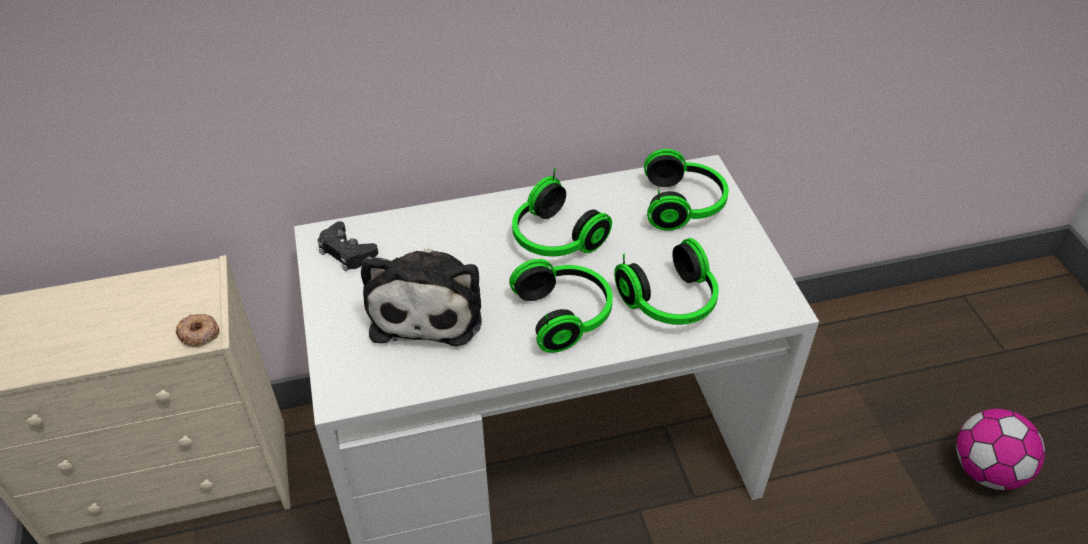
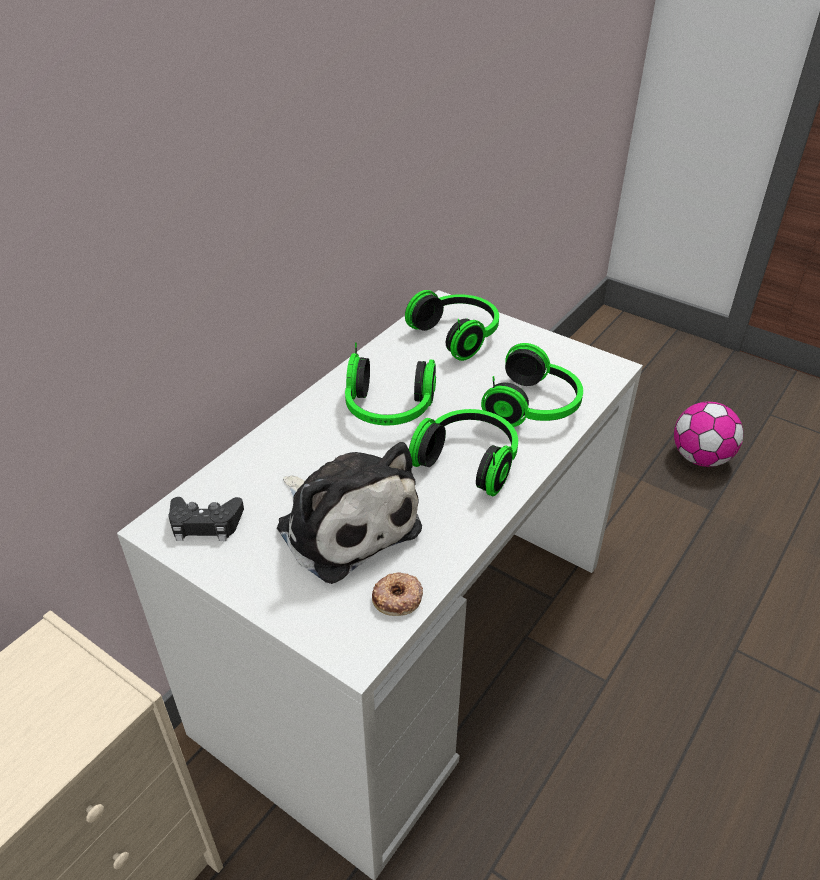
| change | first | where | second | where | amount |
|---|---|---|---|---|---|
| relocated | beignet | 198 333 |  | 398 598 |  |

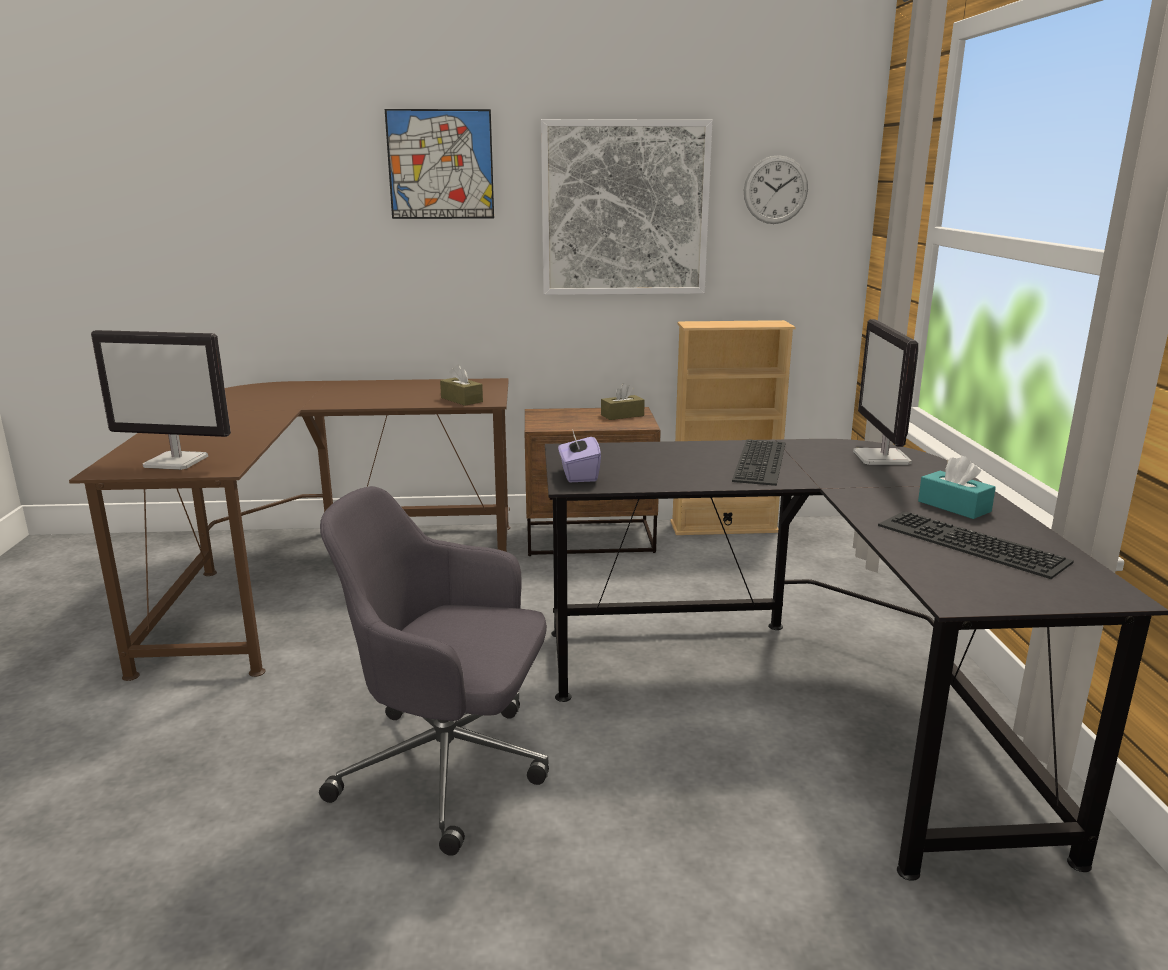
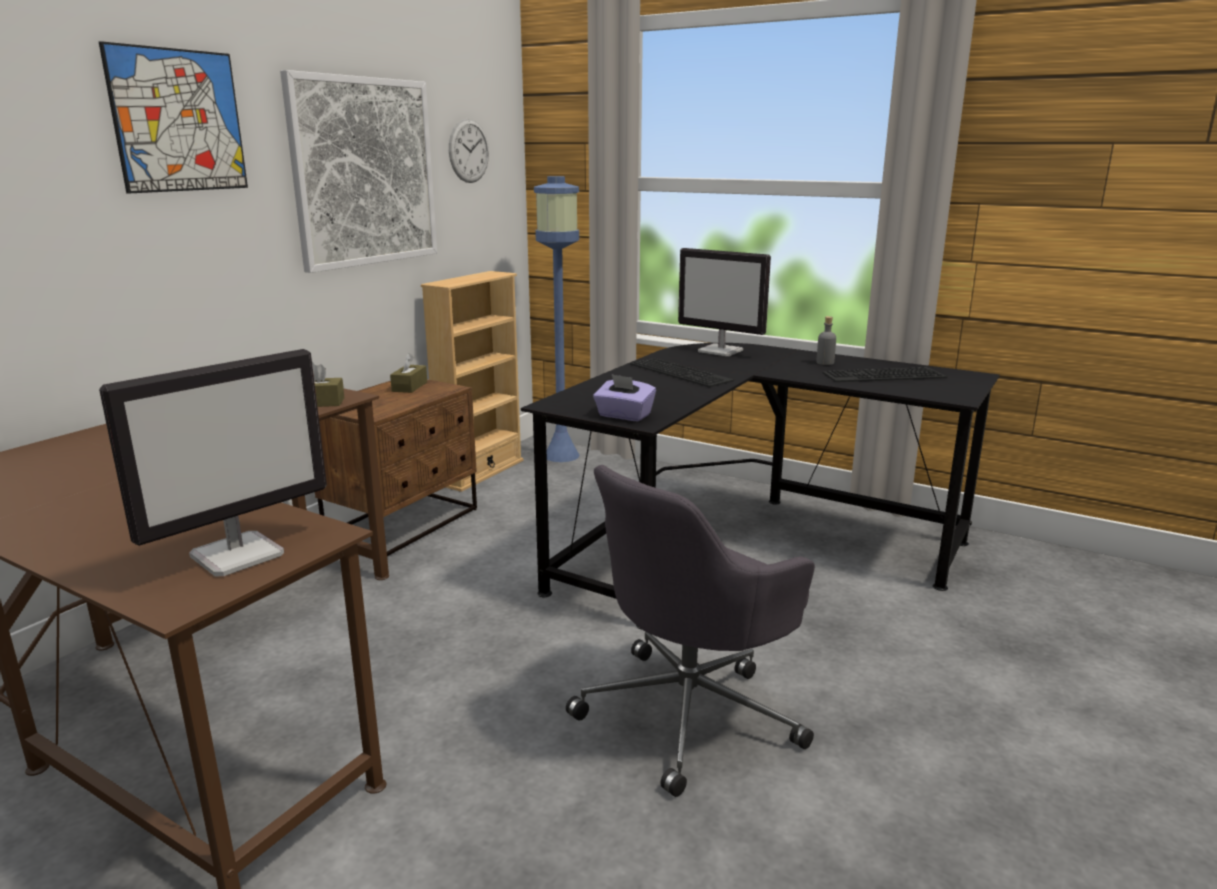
| change | first | where | second | where | amount |
|---|---|---|---|---|---|
| exchanged | boîte à mouchoirs [turquoise] | 954 506 | bouteille [gris] | 825 363 |  |
| appeared |  |  | lampadaire [bleu] | 562 456 |  |

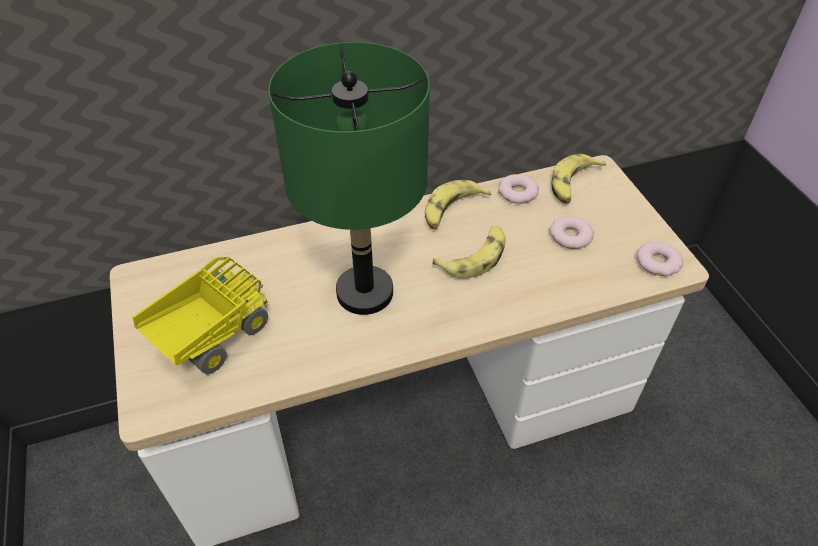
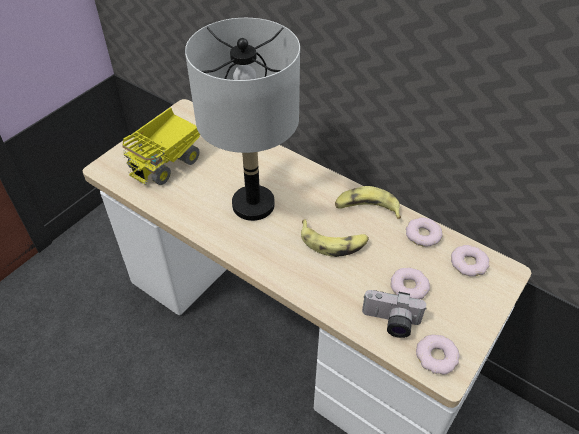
| change | first | where | second | where | amount |
|---|---|---|---|---|---|
| colour | lampe de table [vert] | 365 292 | lampe de table [gris] | 253 205 |  |
| exchanged | banane | 573 184 | beignet | 468 263 |  |
| spun | camion jouet | 211 337 |  | 168 161 | 120 degrees clockwise |
| appeared |  |  | appareil photo | 390 323 |  |

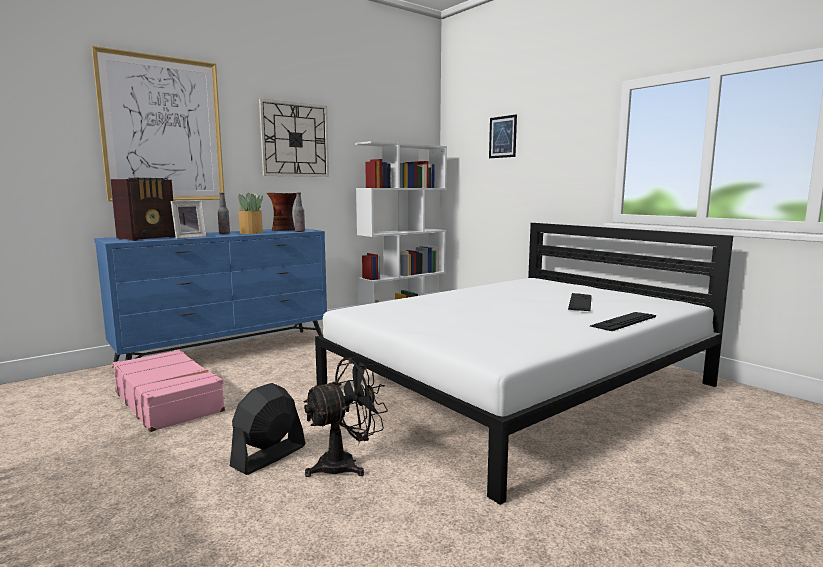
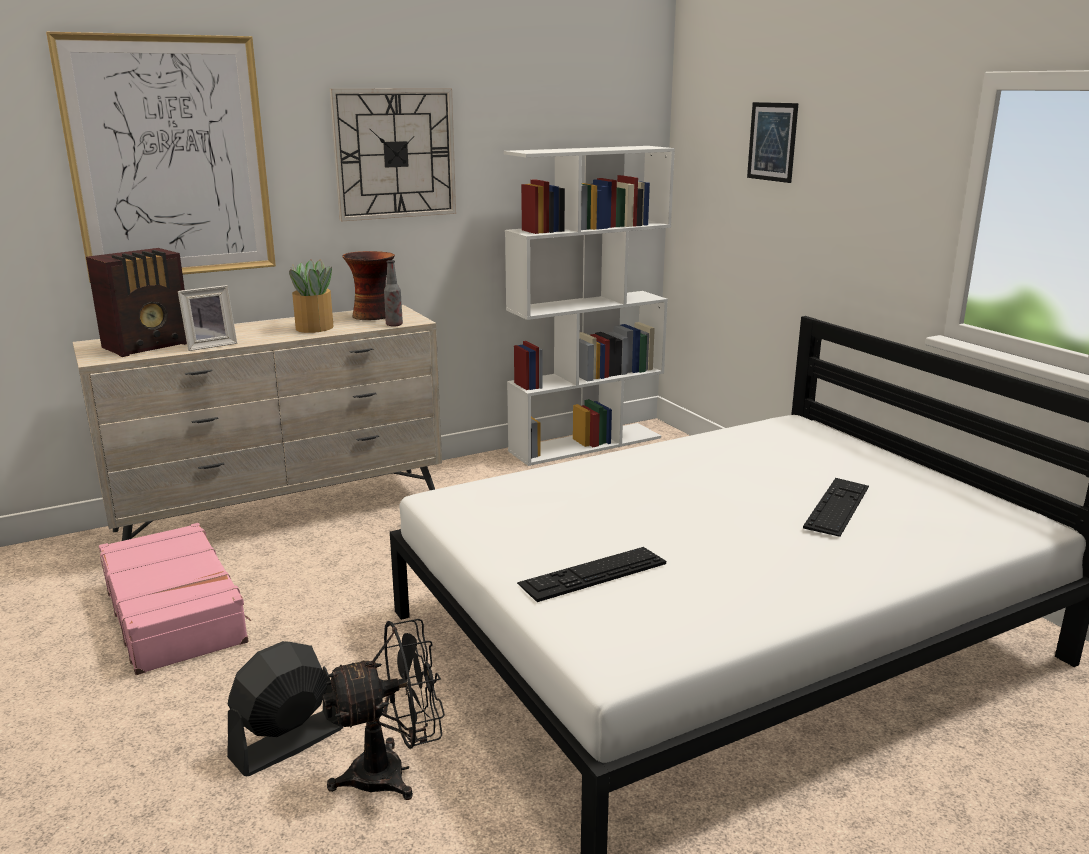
| change | first | where | second | where | amount |
|---|---|---|---|---|---|
| missing | bouteille | 224 233 |  |  |  |
| colour | commode [bleu] | 227 353 | commode [beige] | 283 514 |  |
| relocated | clavier | 624 321 |  | 593 573 |  |

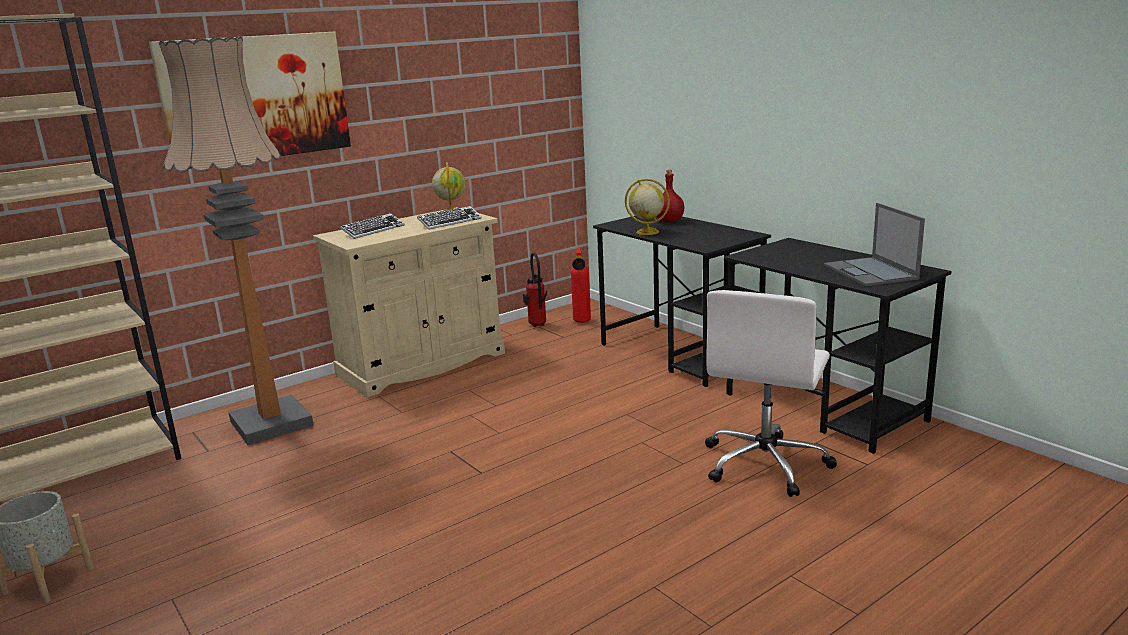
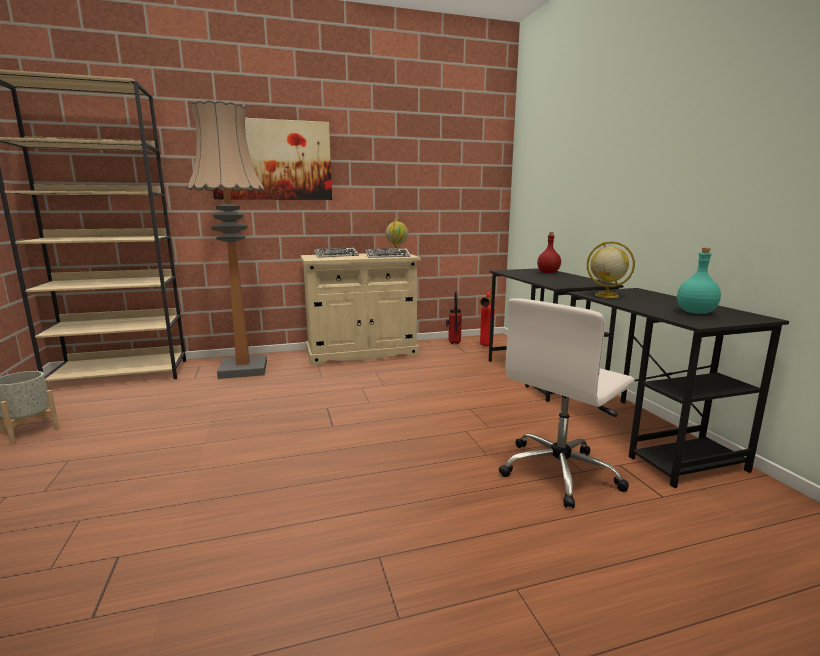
| change | first | where | second | where | amount |
|---|---|---|---|---|---|
| relocated | globe | 646 232 |  | 606 295 |  |
| exchanged | ordinateur portable | 871 272 | bouteille [turquoise] | 696 312 |  |

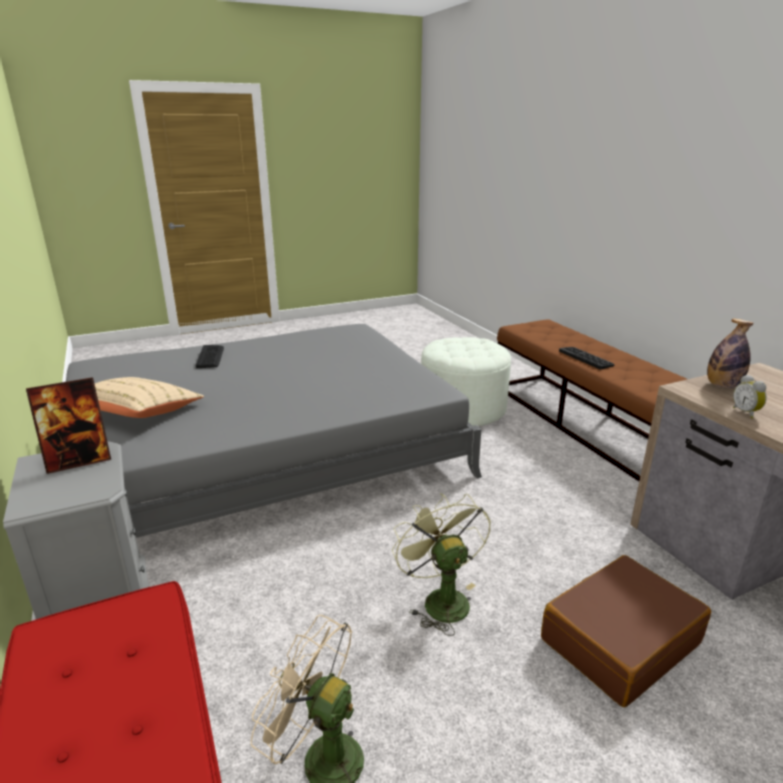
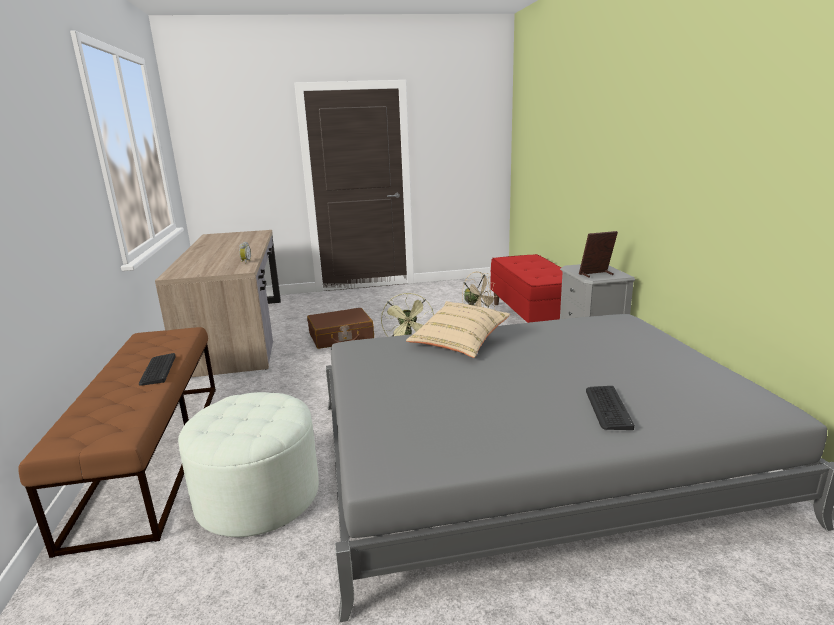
| change | first | where | second | where | amount |
|---|---|---|---|---|---|
| missing | bouteille | 722 385 |  |  |  |
| relocated | coussin [beige] | 140 414 |  | 458 342 |  |

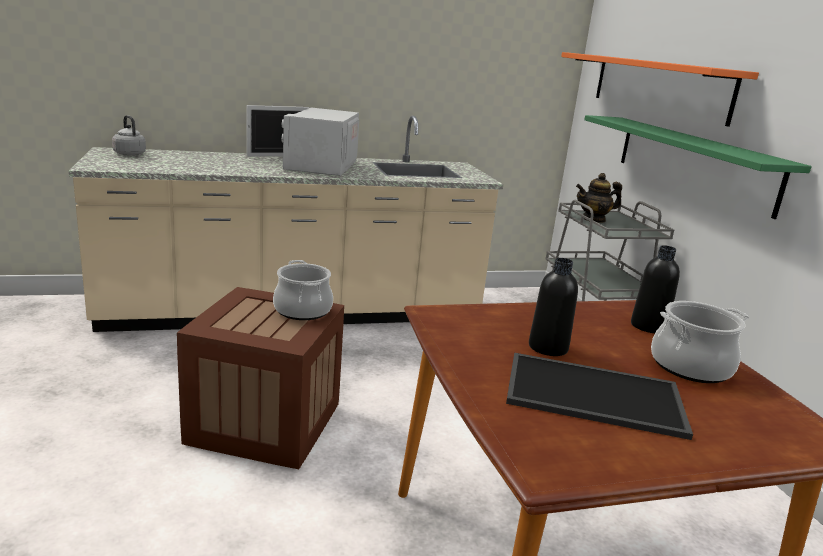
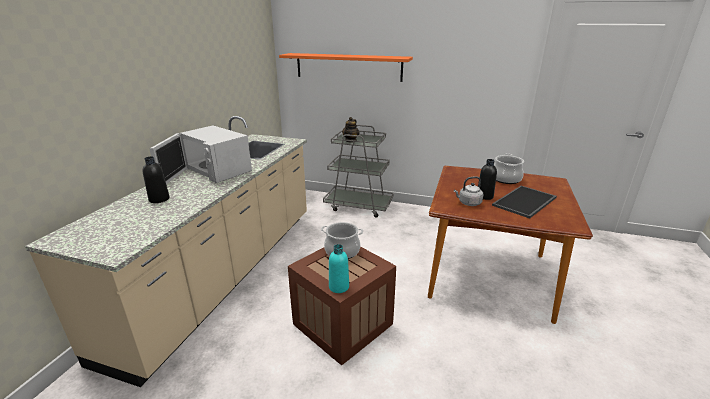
| change | first | where | second | where | amount |
|---|---|---|---|---|---|
| relocated | bouilloire [gris] | 129 154 |  | 468 203 |  |
| missing | étagère [vert] | 692 161 |  |  |  |
| relocated | bouteille [noir] | 648 326 |  | 159 199 |  |
| appeared |  |  | bouteille [turquoise] | 339 287 |  |

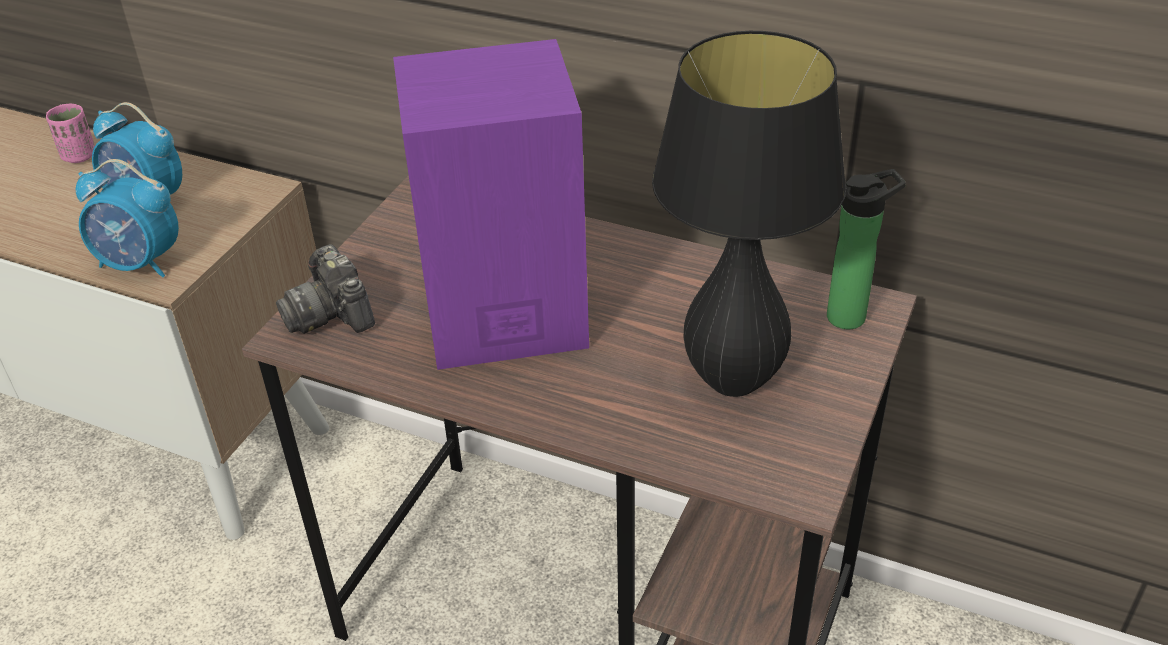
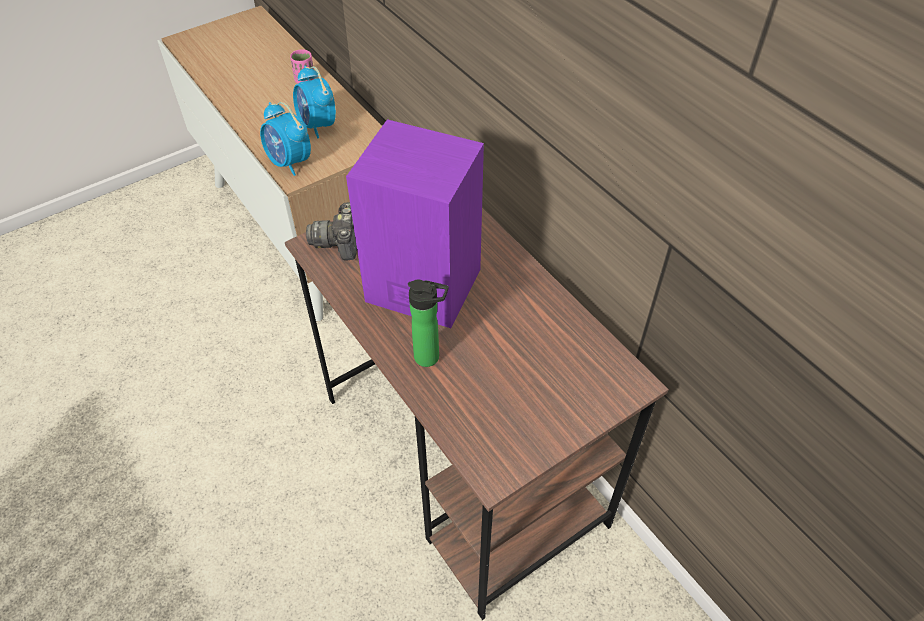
| change | first | where | second | where | amount |
|---|---|---|---|---|---|
| missing | lampe de table [noir] | 733 381 |  |  |  |
| relocated | bouteille | 852 316 |  | 430 358 |  |

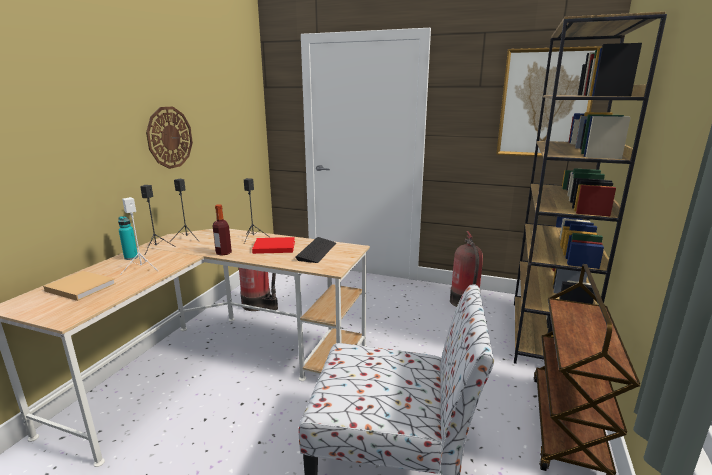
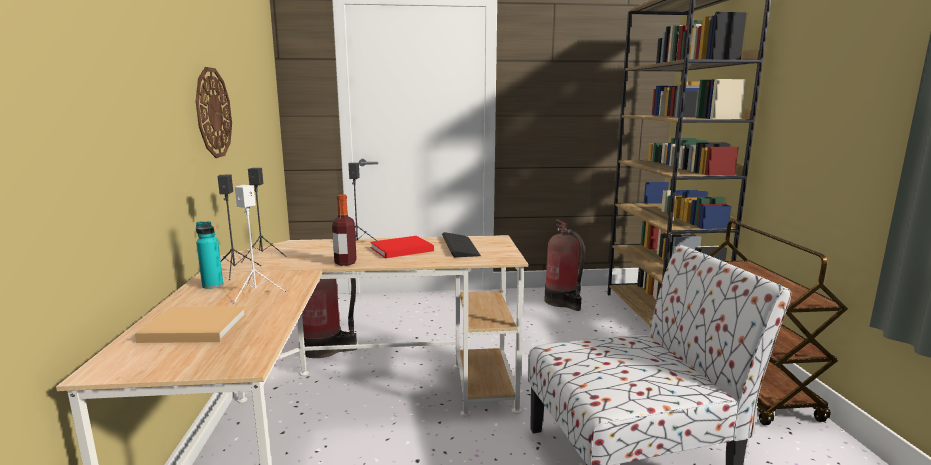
| change | first | where | second | where | amount |
|---|---|---|---|---|---|
| missing | tableau | 545 104 |  |  |  |

